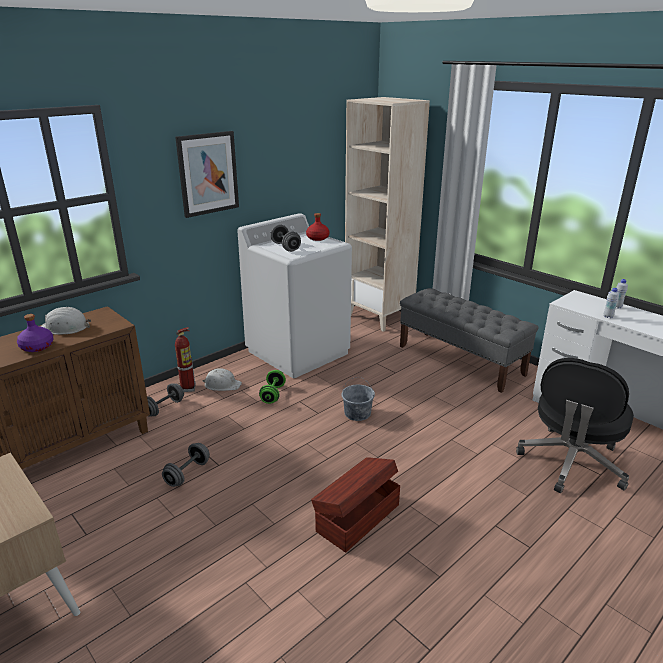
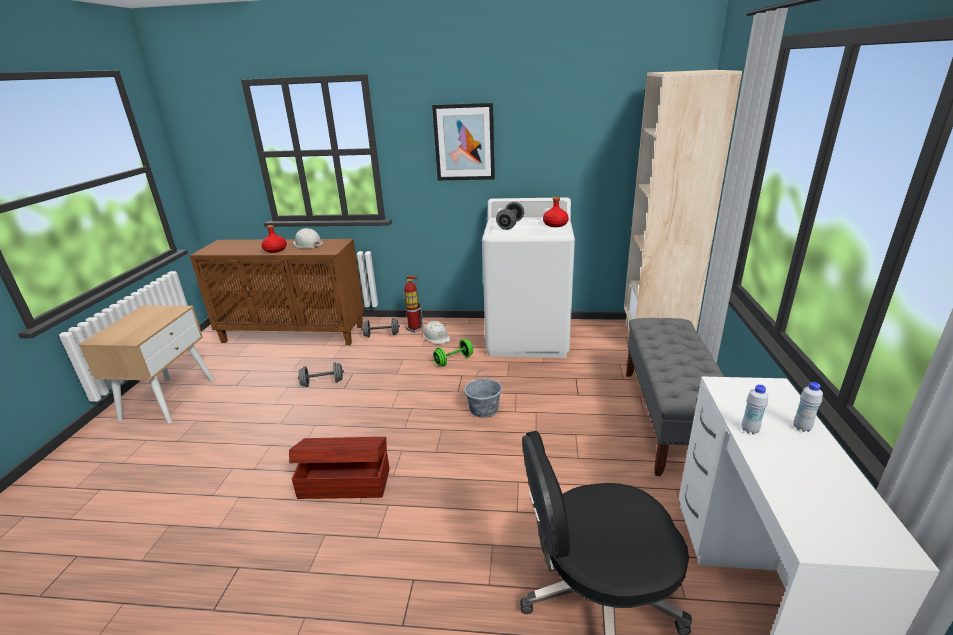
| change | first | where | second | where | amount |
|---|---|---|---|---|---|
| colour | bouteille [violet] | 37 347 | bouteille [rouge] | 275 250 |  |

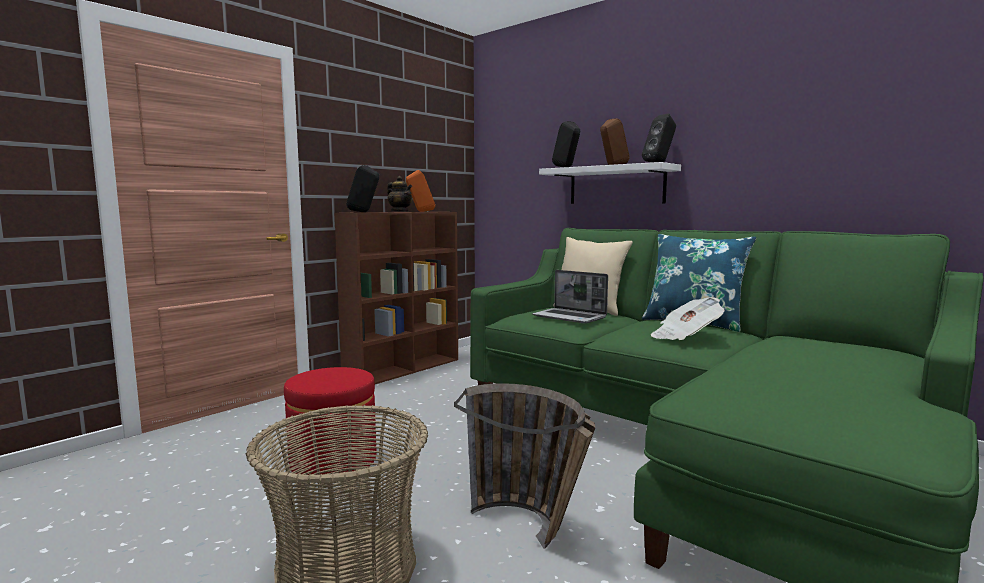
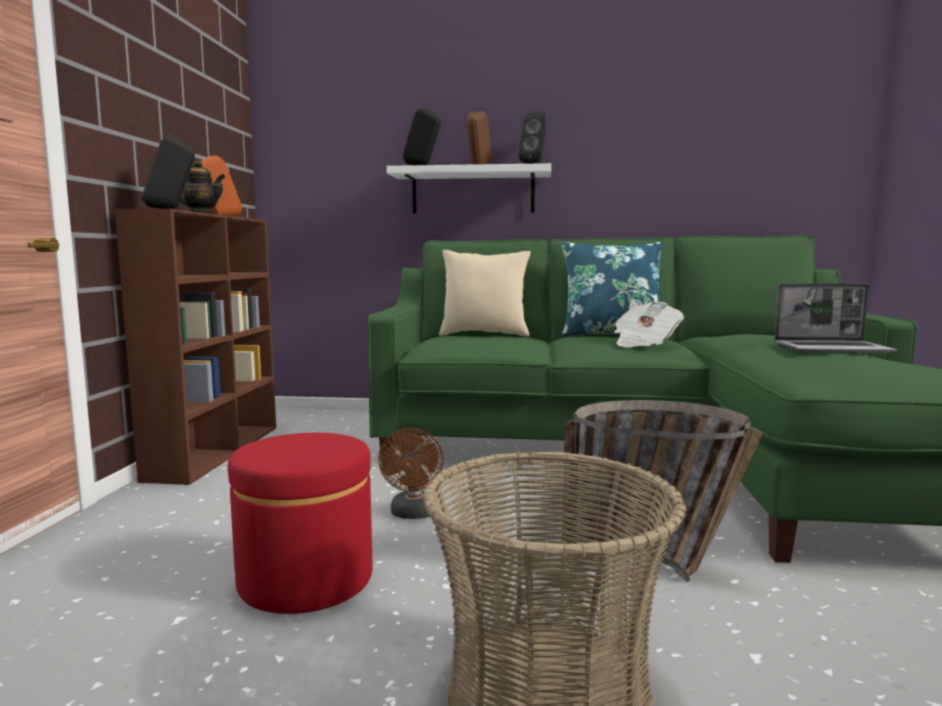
| change | first | where | second | where | amount |
|---|---|---|---|---|---|
| relocated | ordinateur portable | 570 317 |  | 832 349 |  |
| appeared |  |  | ventilateur [marron] | 413 514 |  |

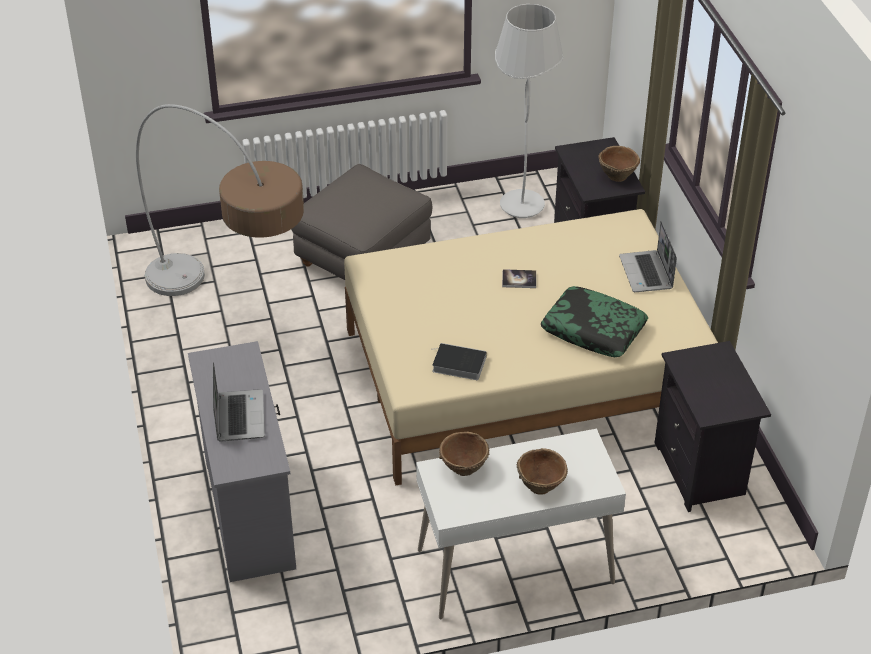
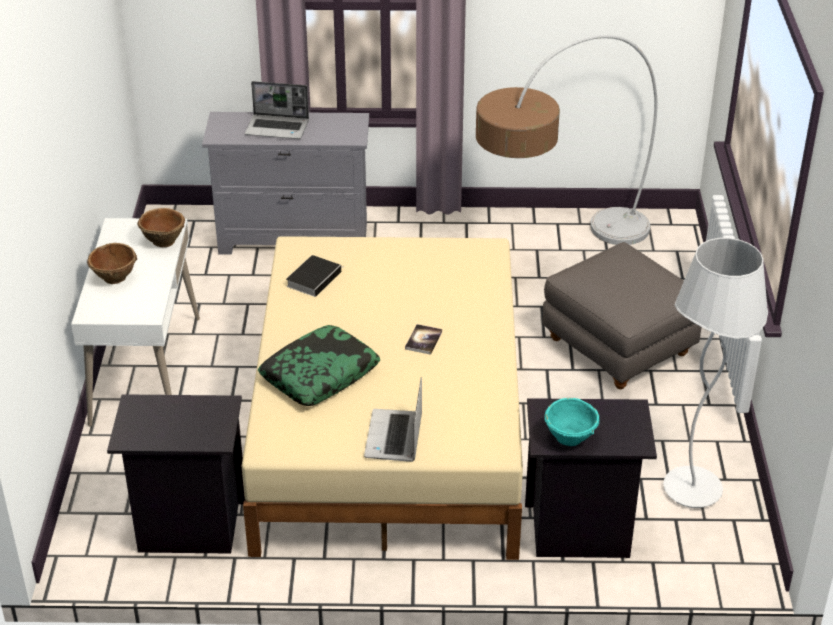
| change | first | where | second | where | amount |
|---|---|---|---|---|---|
| colour | bol [marron] | 617 175 | bol [turquoise] | 570 438 |  |
| spun | ordinateur portable | 647 273 |  | 395 437 | 90 degrees counterclockwise |

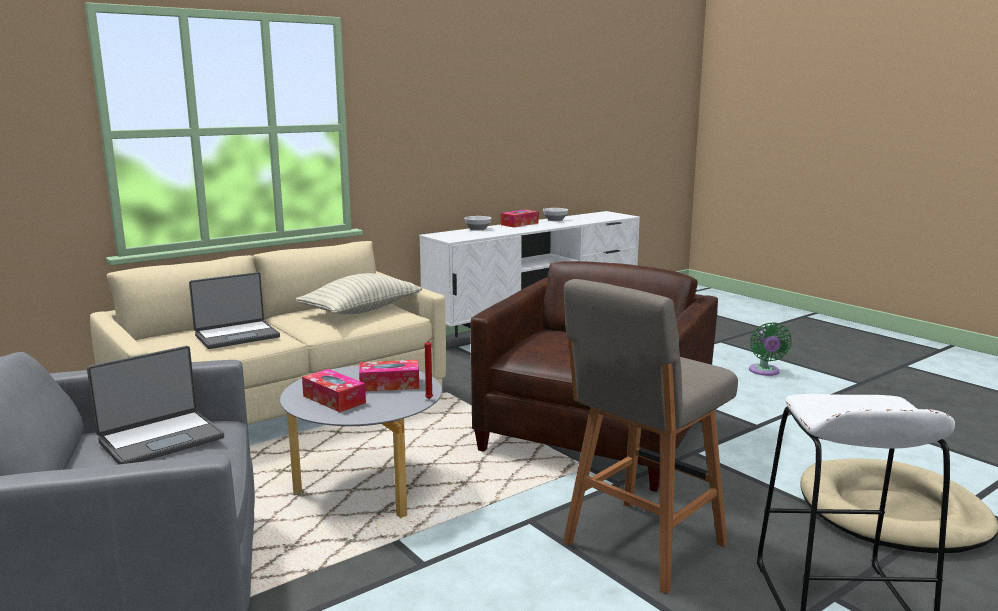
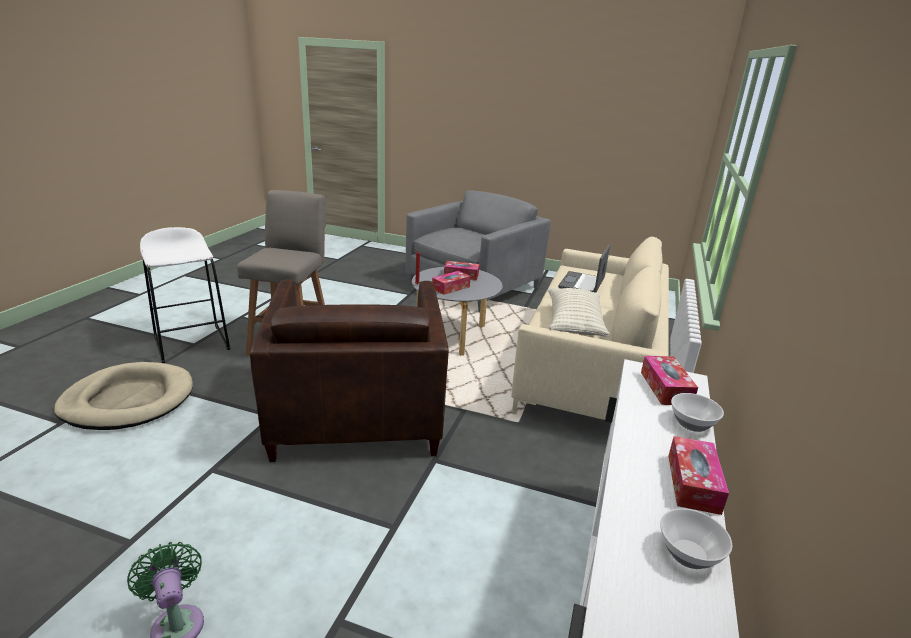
| change | first | where | second | where | amount |
|---|---|---|---|---|---|
| missing | ordinateur portable | 161 439 |  |  |  |
| appeared |  |  | boîte à mouchoirs | 665 388 |  |

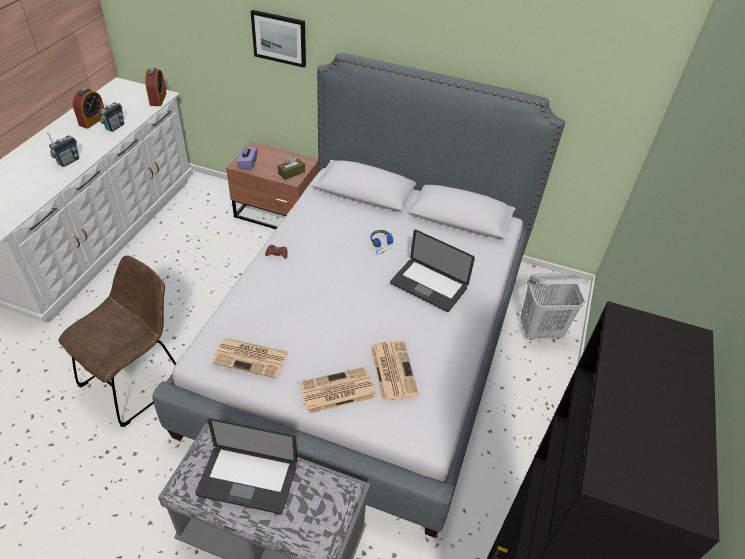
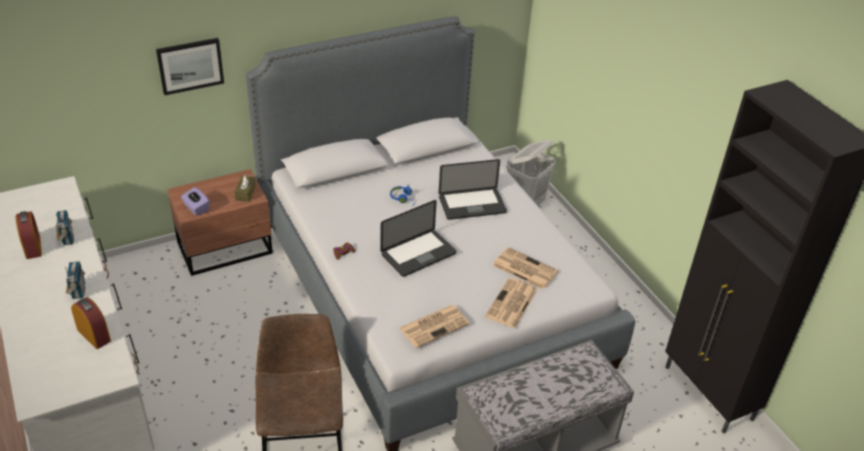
| change | first | where | second | where | amount |
|---|---|---|---|---|---|
| relocated | réveil | 158 99 |  | 94 335 |  |
| relocated | ordinateur portable | 247 480 |  | 418 254 |  |

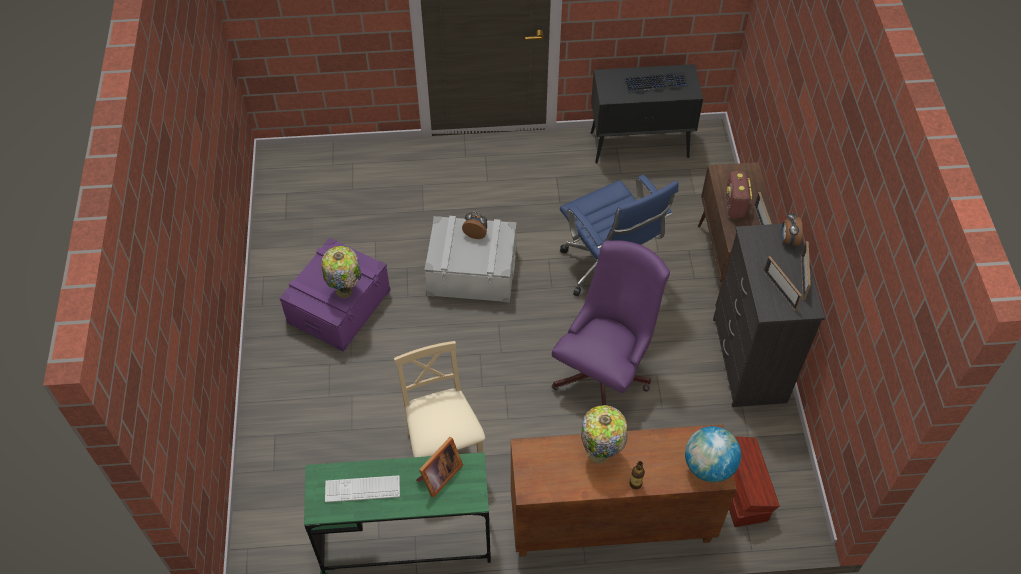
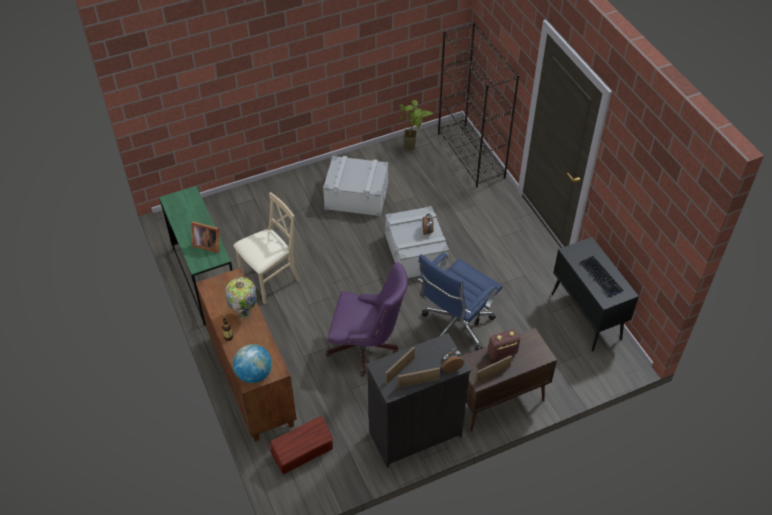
| change | first | where | second | where | amount |
|---|---|---|---|---|---|
| colour | boîte de rangement [violet] | 339 306 | boîte de rangement [gris] | 356 196 |  |
| missing | lampe de table | 345 291 |  |  |  |
| missing | clavier | 362 489 |  |  |  |
| appeared |  |  | bibliothèque [noir] | 471 155 |  |
| appeared |  |  | plante en pot | 414 148 |  |

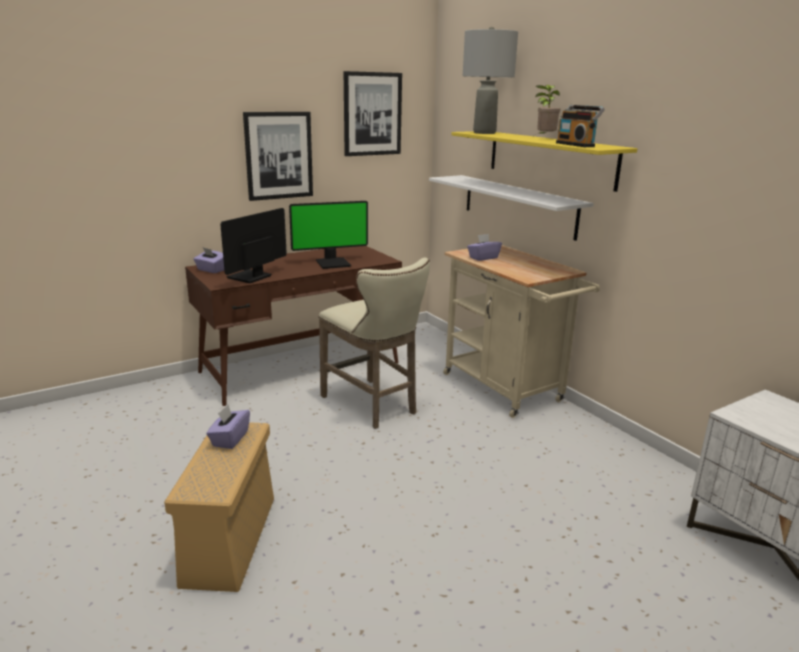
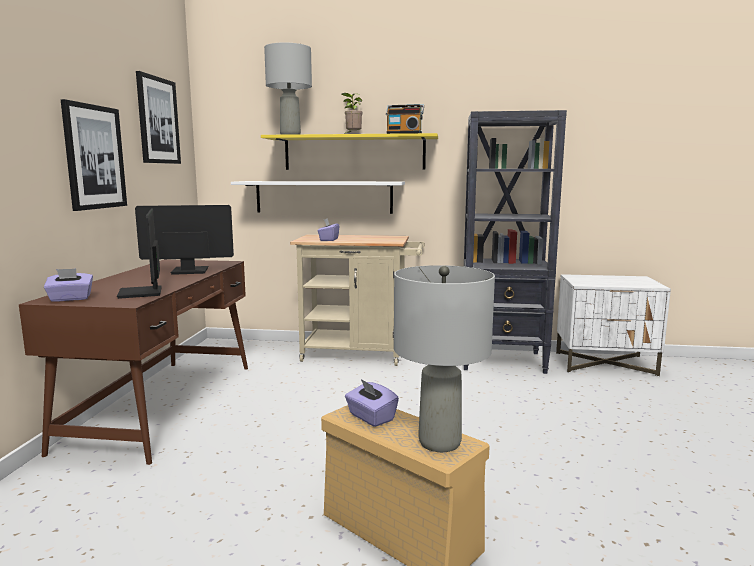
| change | first | where | second | where | amount |
|---|---|---|---|---|---|
| spun | écran d'ordinateur | 333 263 |  | 189 271 | 120 degrees counterclockwise |
| missing | tabouret [beige] | 372 406 |  |  |  |
| appeared |  |  | bibliothèque [noir] | 503 361 |  |
| appeared |  |  | lampe de table [gris] | 440 442 |  |

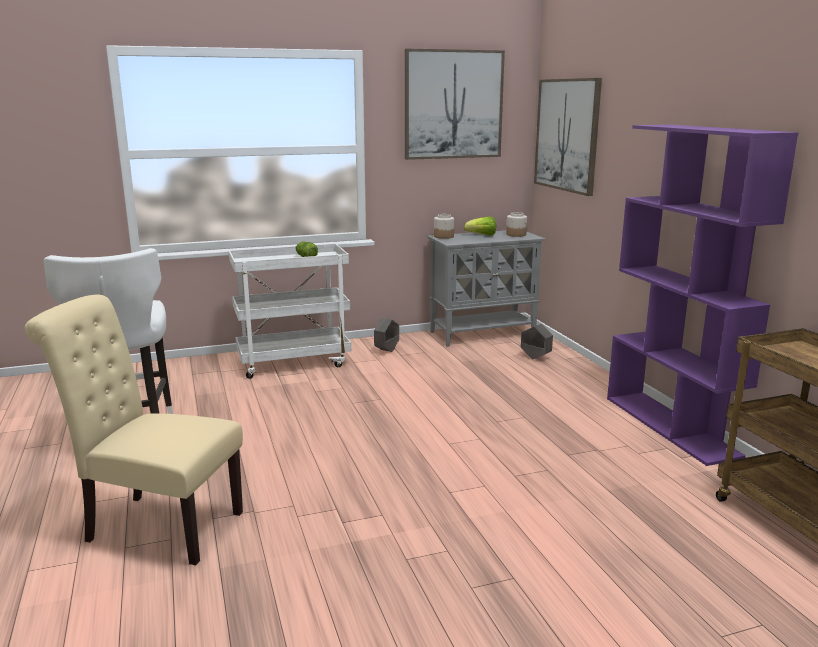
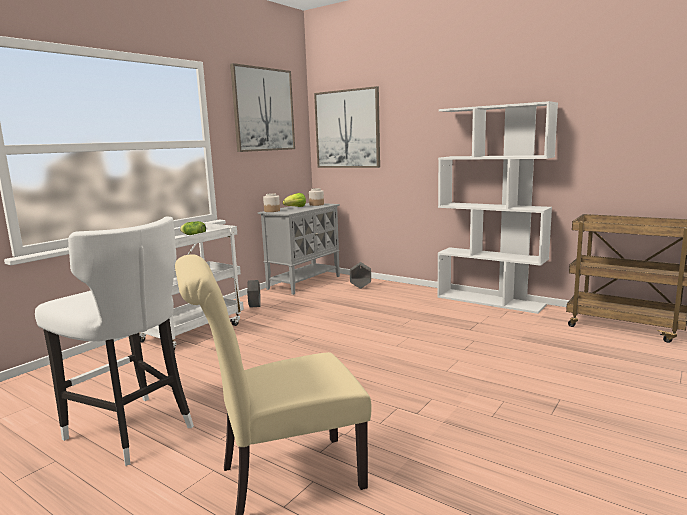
| change | first | where | second | where | amount |
|---|---|---|---|---|---|
| colour | bibliothèque [violet] | 671 426 | bibliothèque [blanc] | 490 301 |  |

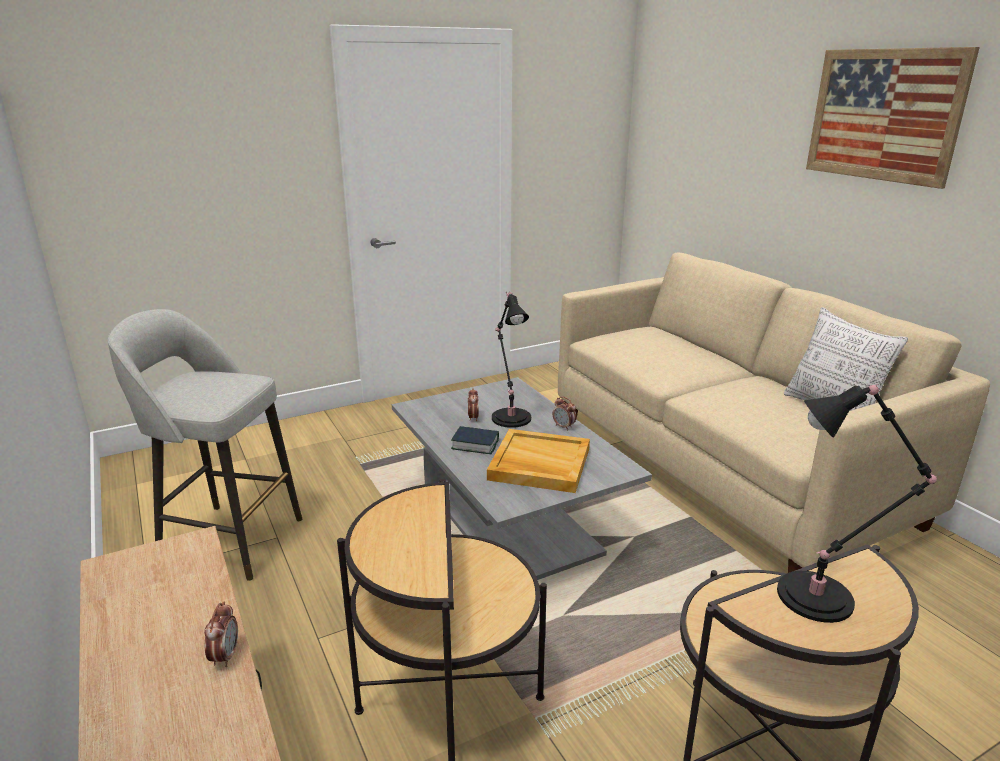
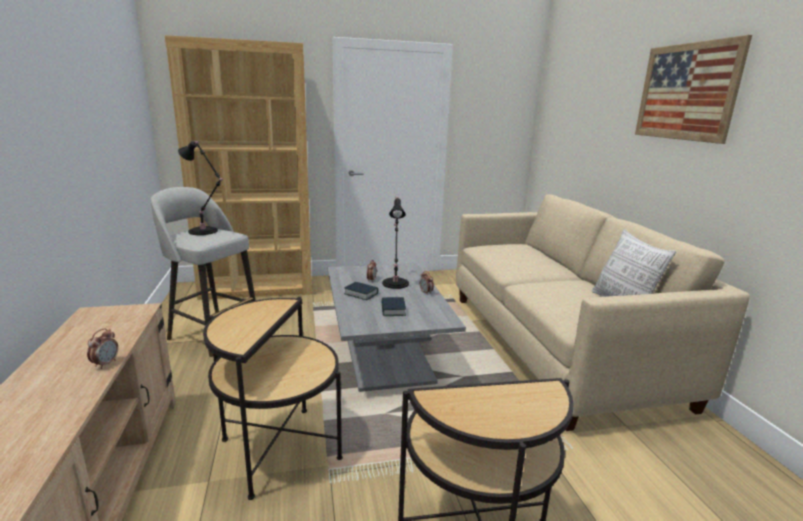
| change | first | where | second | where | amount |
|---|---|---|---|---|---|
| relocated | lampe de table [noir] | 821 598 |  | 205 231 |  |
| exchanged | plateau [beige] | 538 464 | livre | 393 310 |  |
| appeared |  |  | bibliothèque [marron] | 258 288 |  |

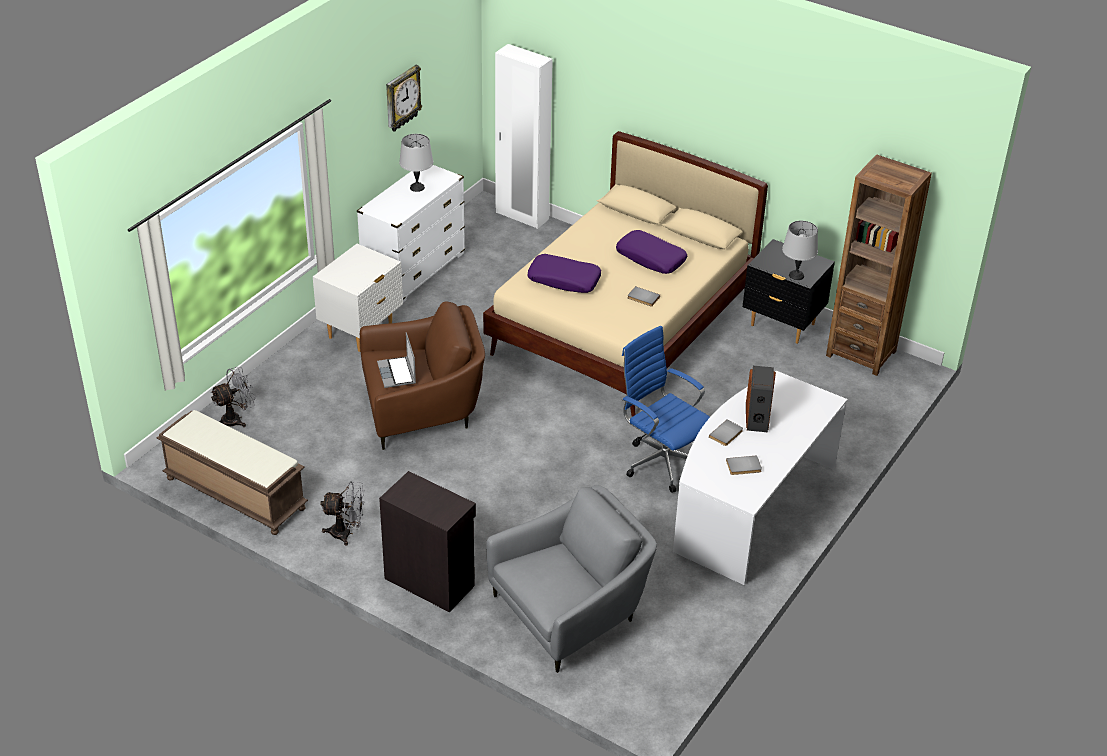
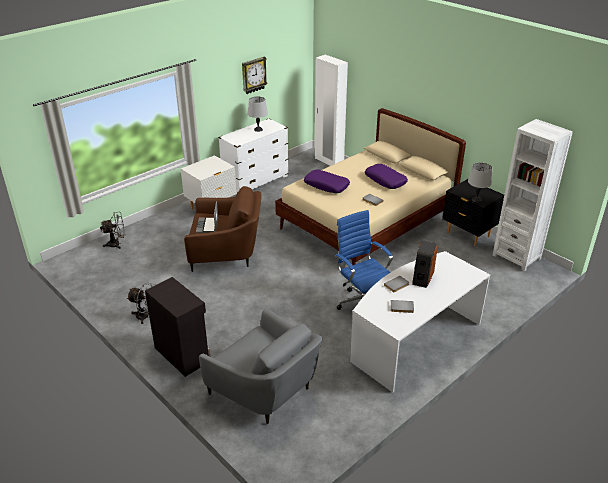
| change | first | where | second | where | amount |
|---|---|---|---|---|---|
| colour | bibliothèque [marron] | 861 353 | bibliothèque [blanc] | 516 257 |  |
| missing | banc [marron] | 234 494 |  |  |  |
| spun | fauteuil [gris] | 571 612 |  | 265 390 | 60 degrees clockwise |

